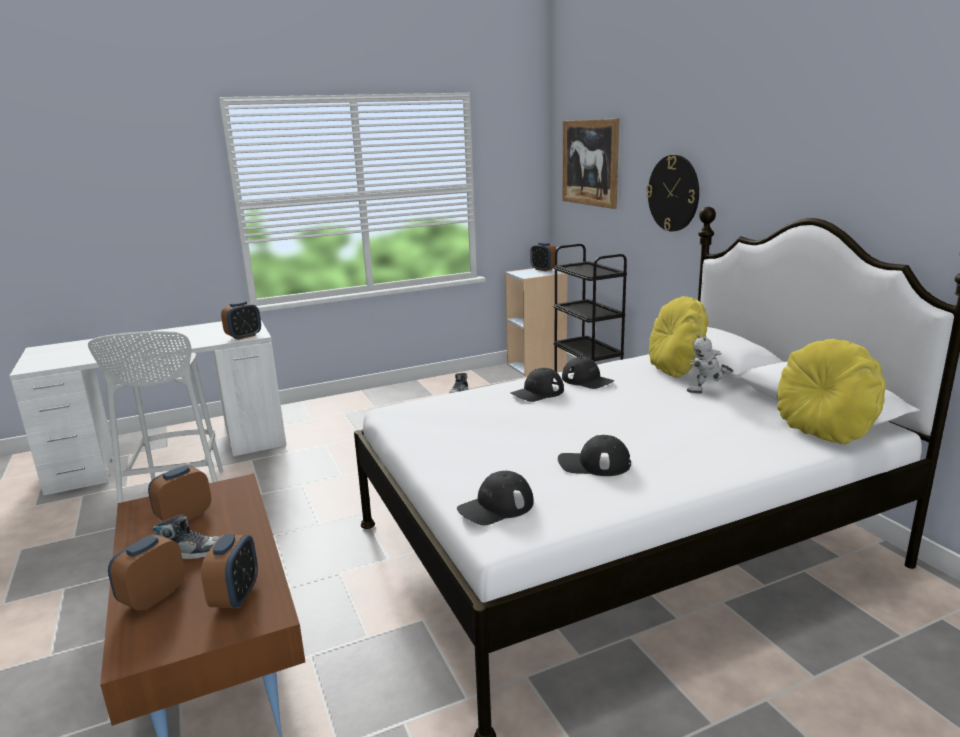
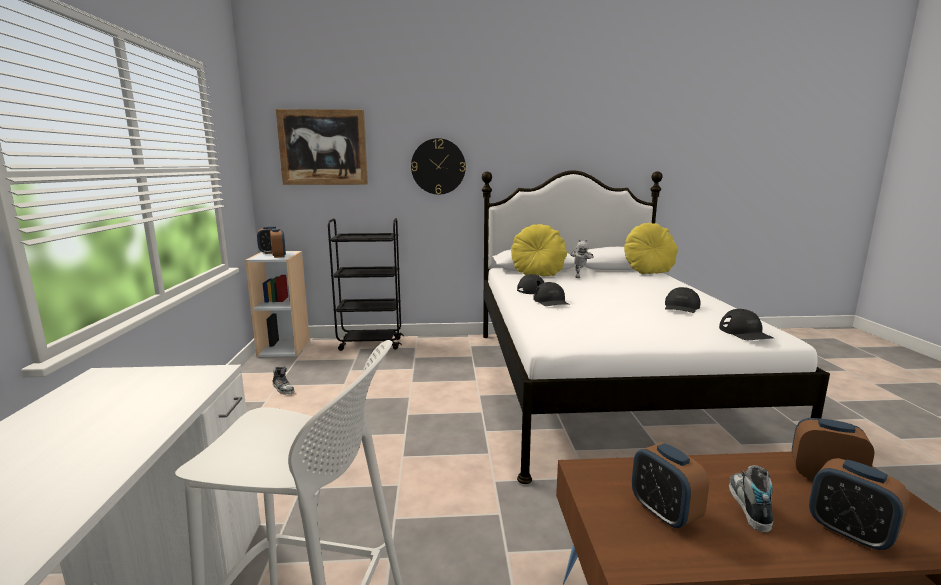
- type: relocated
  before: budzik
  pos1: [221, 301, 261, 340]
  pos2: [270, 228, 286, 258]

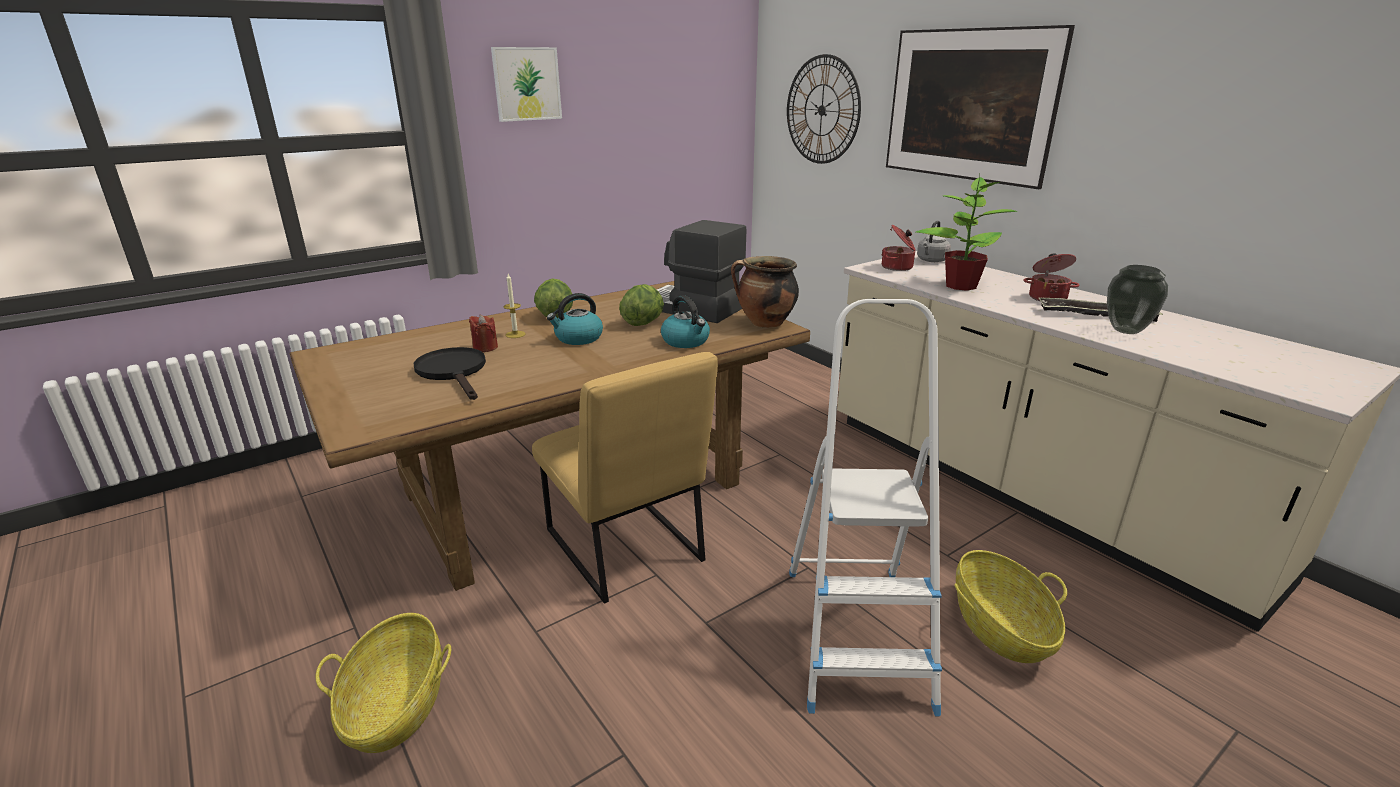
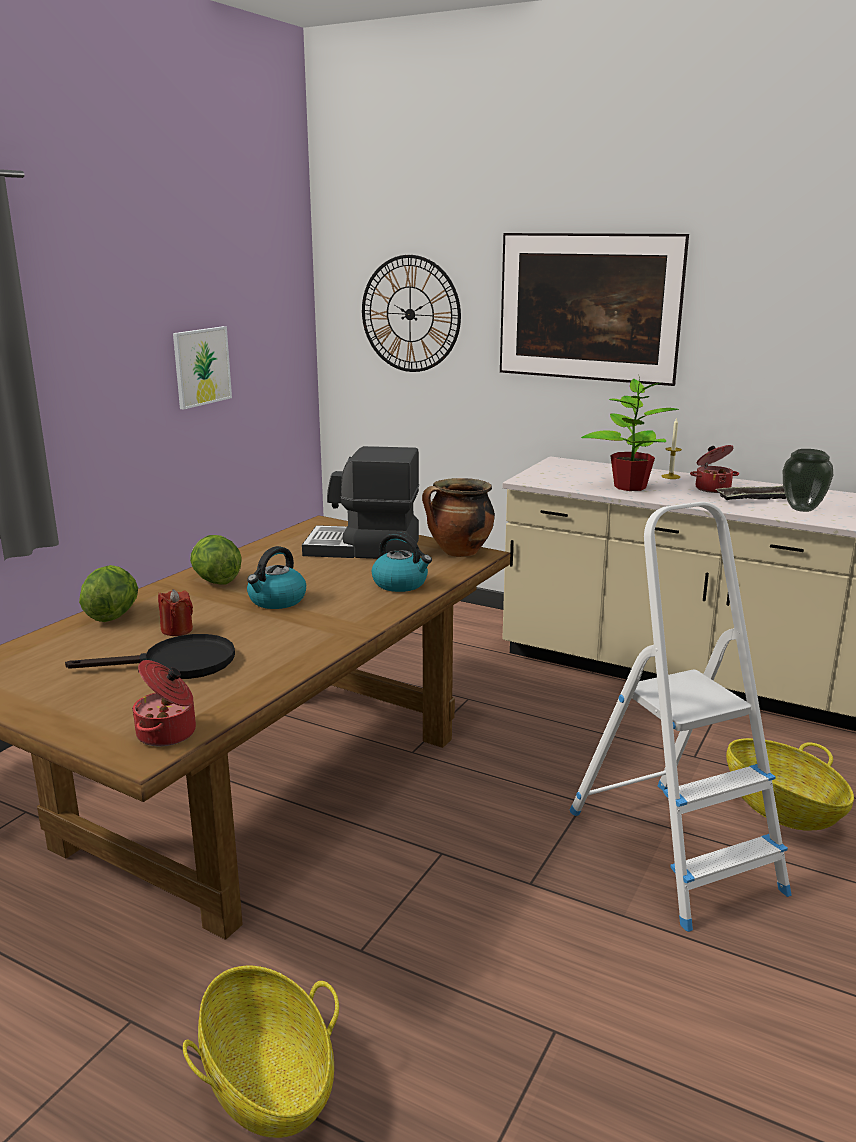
- type: missing
  before: krzesło/żółty
  pos1: [532, 352, 718, 604]
- type: missing
  before: czajnik/szary
  pos1: [917, 221, 951, 262]
- type: relocated
  before: obraz
  pos1: [491, 47, 562, 122]
  pos2: [173, 326, 232, 410]
- type: relocated
  before: świeca
  pos1: [504, 274, 525, 338]
  pos2: [662, 417, 682, 479]
- type: relocated
  before: sałata
  pos1: [619, 284, 664, 326]
  pos2: [79, 565, 138, 622]
- type: relocated
  before: garnek
  pos1: [881, 225, 916, 271]
  pos2: [132, 660, 196, 747]
- type: spun
  before: patelnia/czarny
  pos1: [414, 347, 486, 400]
  pos2: [65, 634, 235, 679]
  turn: 135

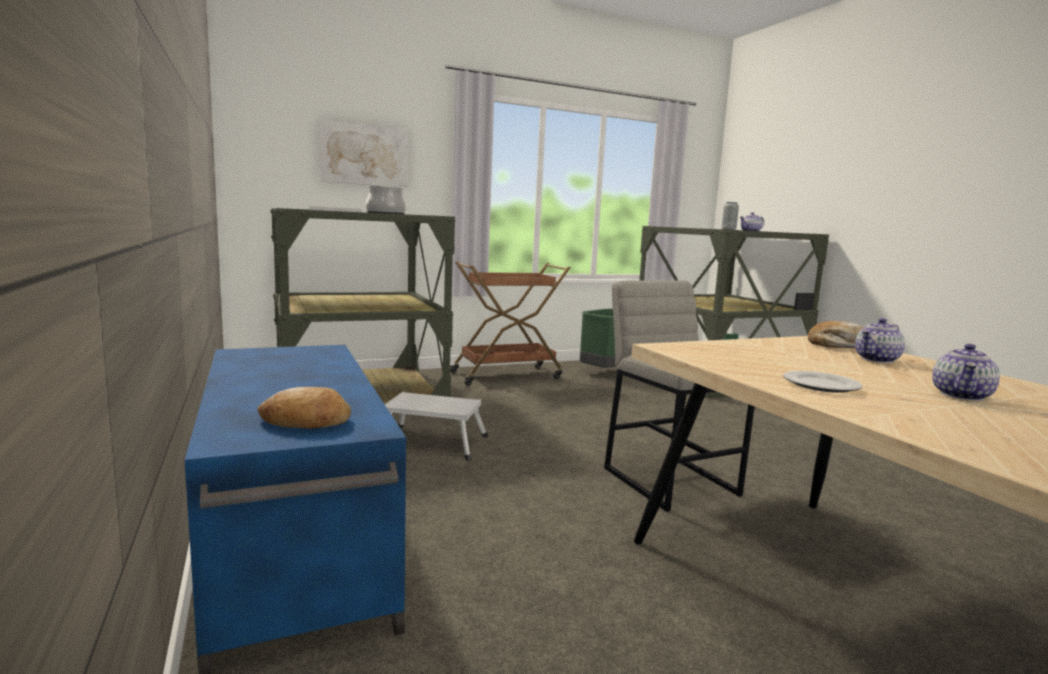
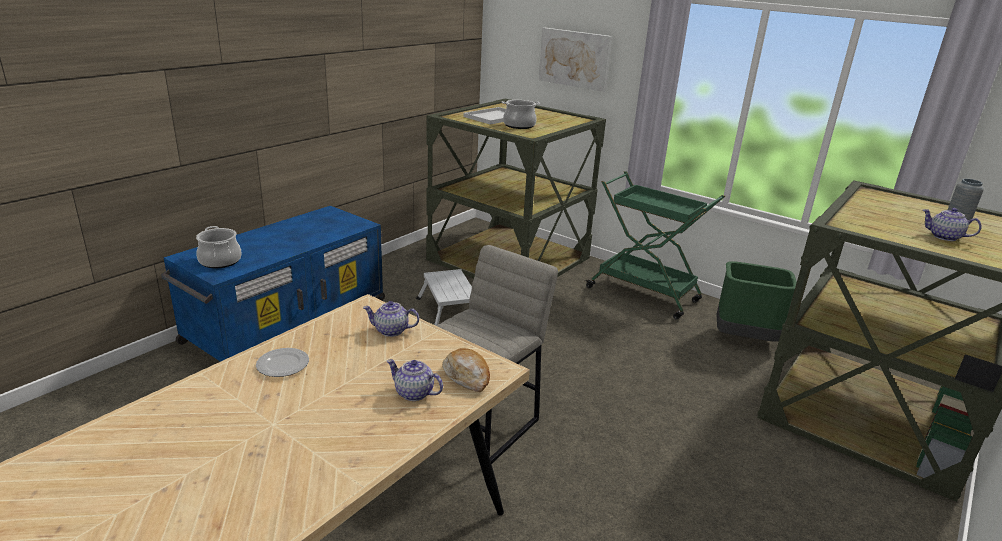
- type: relocated
  before: imbryk
  pos1: [932, 344, 1000, 401]
  pos2: [363, 301, 419, 337]
- type: exchanged
  before: chleb
  after: garnek
  pos1: [258, 387, 351, 429]
  pos2: [196, 226, 242, 268]
- type: colour
  before: wózek/brązowy
  after: wózek/zielony
  pos1: [450, 262, 571, 386]
  pos2: [585, 171, 725, 320]

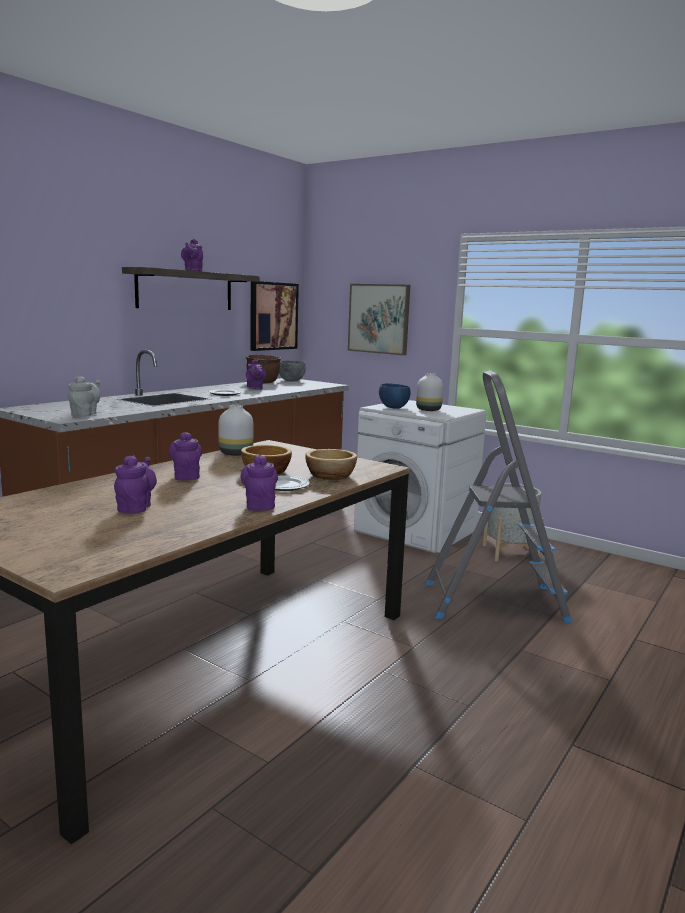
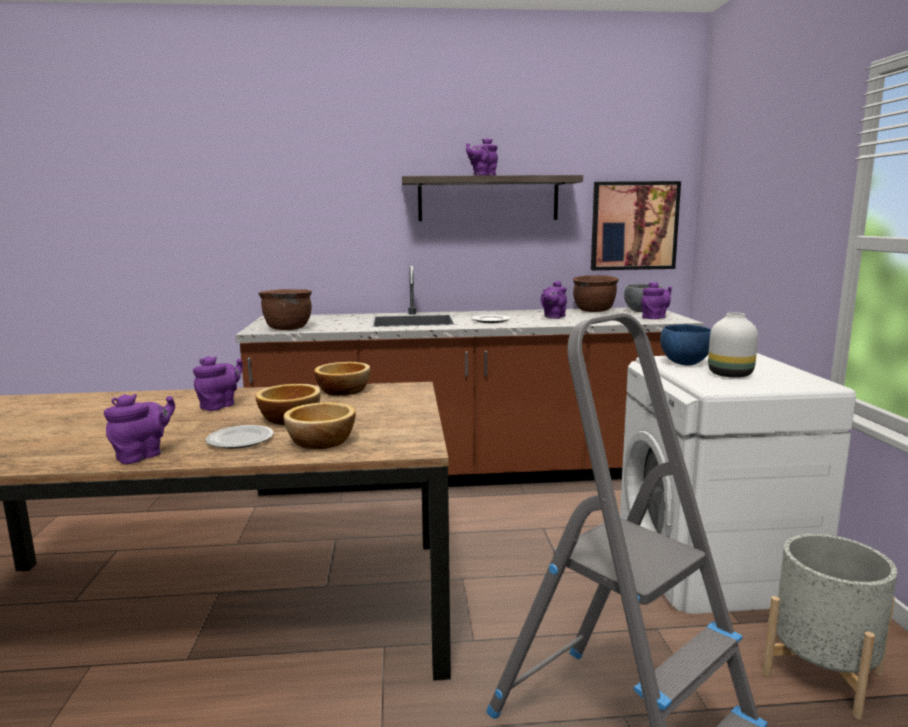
- type: missing
  before: obraz
  pos1: [348, 284, 410, 355]
- type: relocated
  before: imbryk/fioletowy
  pos1: [114, 455, 157, 513]
  pos2: [641, 282, 672, 319]
- type: exchanged
  before: imbryk/szary
  after: garnek/brązowy
  pos1: [68, 376, 100, 416]
  pos2: [258, 289, 312, 330]
- type: exchanged
  before: wazon/biały
  after: miska
  pos1: [218, 405, 253, 456]
  pos2: [314, 362, 370, 396]

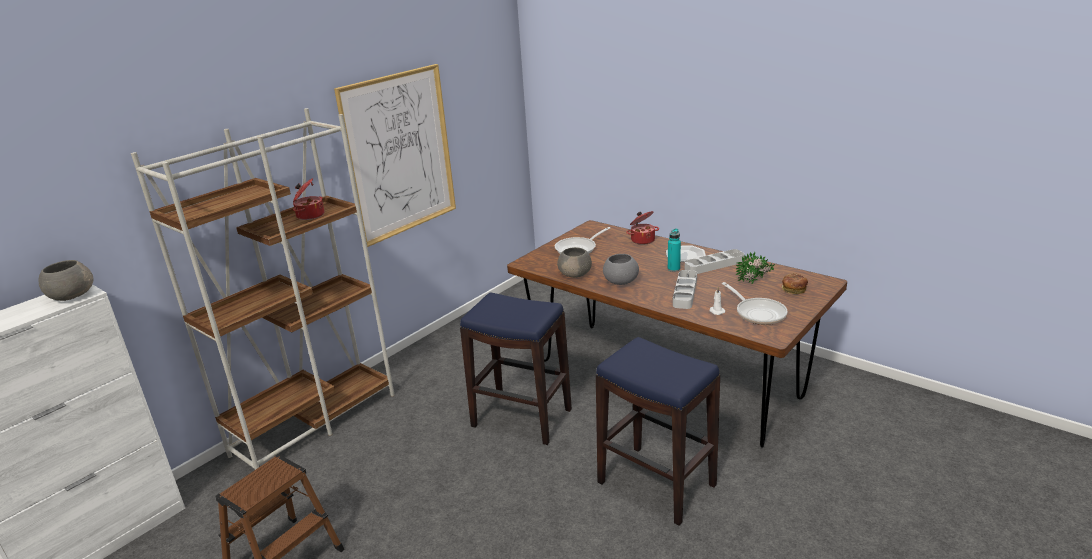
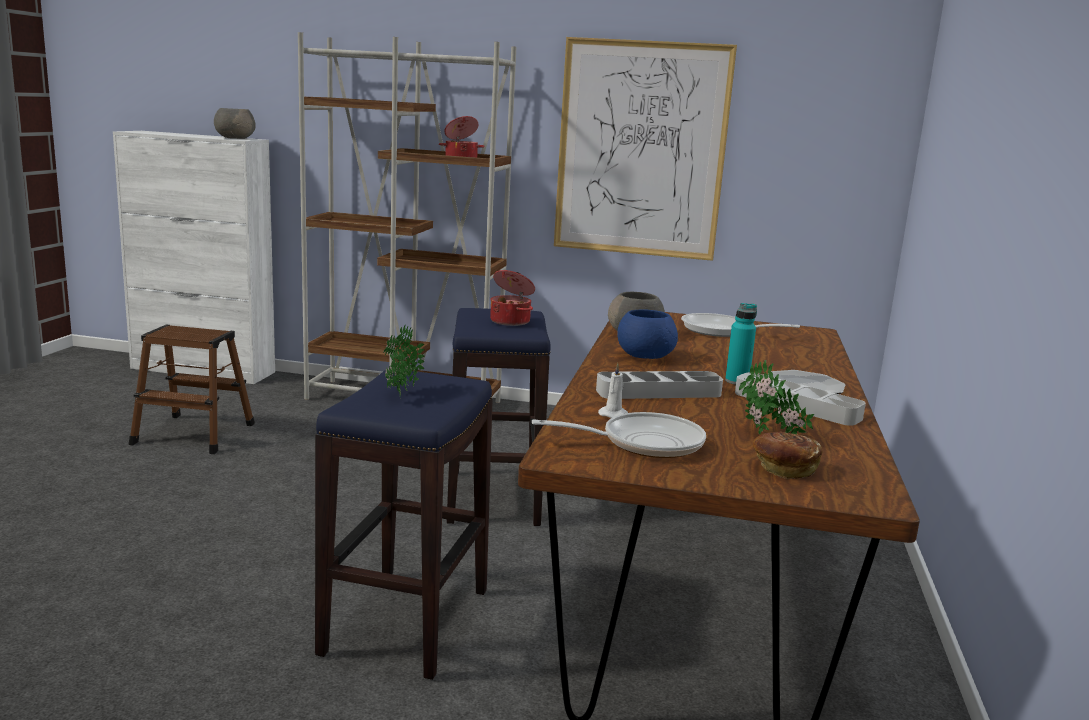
- type: appeared
  after: roślina doniczkowa
  pos2: [383, 325, 425, 399]
- type: relocated
  before: garnek
  pos1: [626, 211, 659, 245]
  pos2: [490, 270, 535, 326]
- type: colour
  before: miska/szary
  after: miska/niebieski
  pos1: [603, 254, 639, 285]
  pos2: [617, 309, 678, 359]
- type: spun
  before: patelnia
  pos1: [722, 282, 788, 325]
  pos2: [532, 412, 706, 458]
  turn: -135

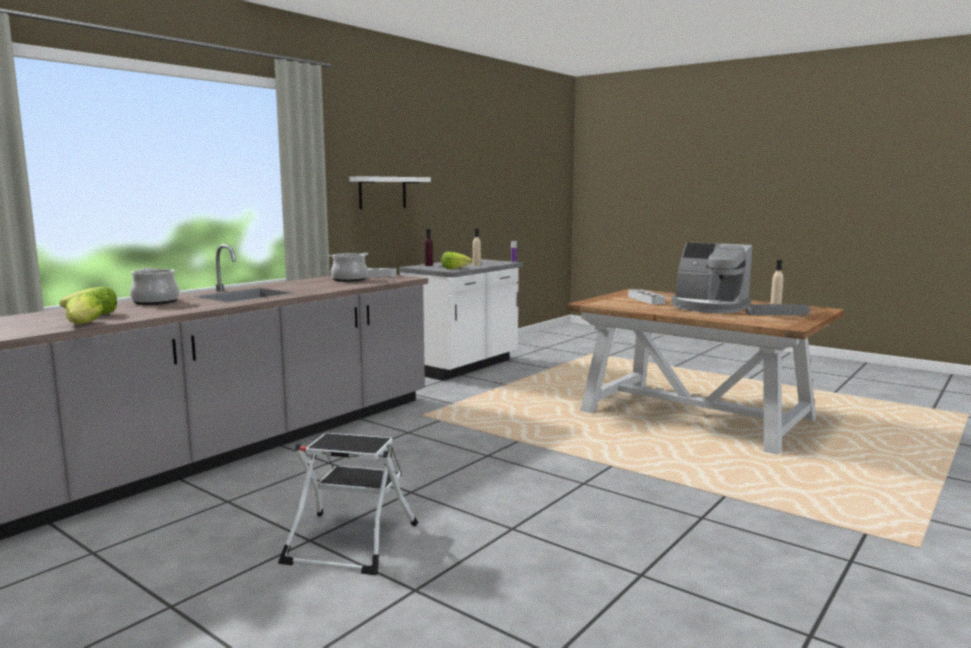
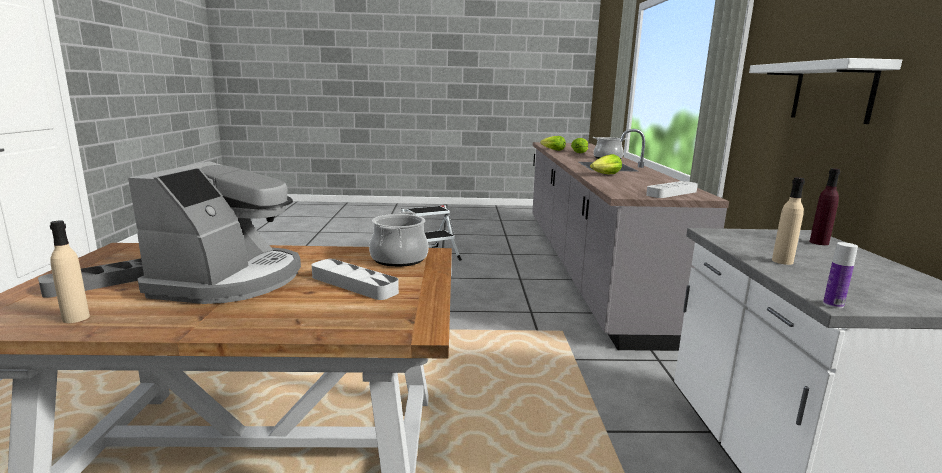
- type: relocated
  before: garnek
  pos1: [329, 253, 368, 282]
  pos2: [369, 211, 429, 267]
- type: relocated
  before: sałata
  pos1: [441, 252, 472, 269]
  pos2: [590, 154, 622, 174]
- type: spun
  before: ekspres do kawy
  pos1: [671, 242, 752, 313]
  pos2: [128, 161, 301, 304]
  turn: 105

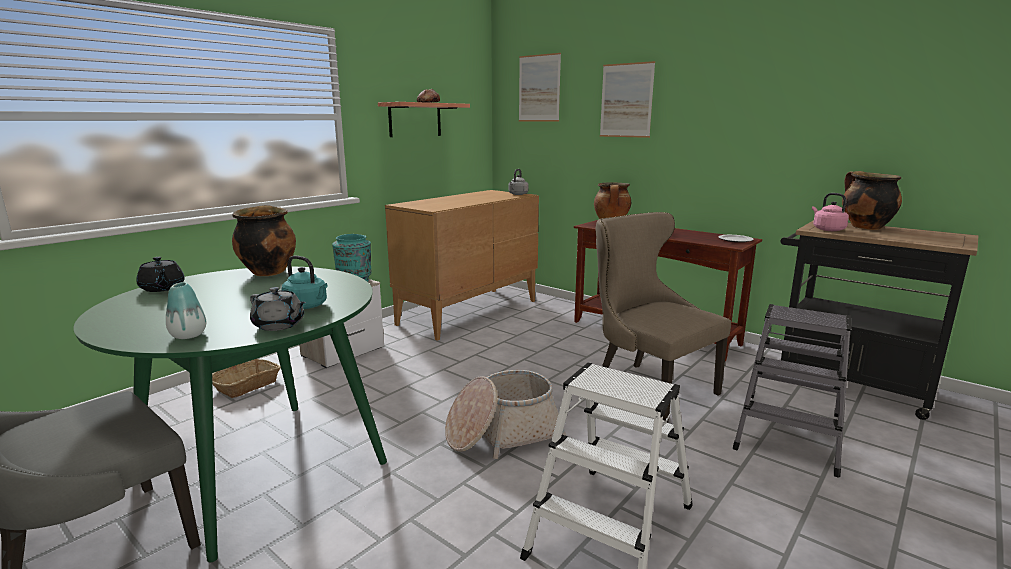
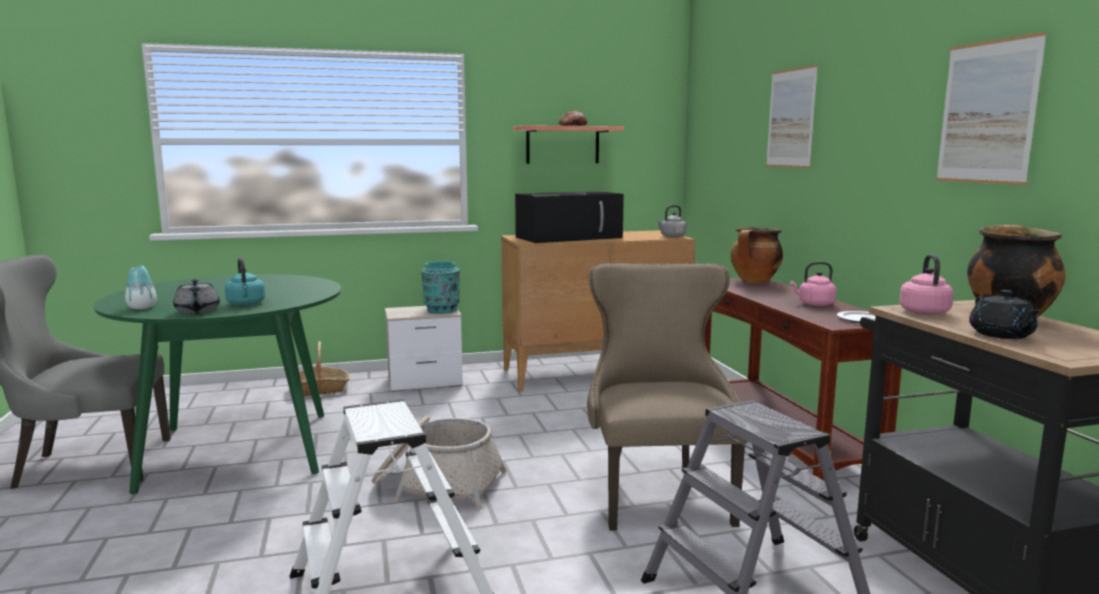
- type: missing
  before: garnek
  pos1: [232, 205, 296, 276]
- type: appeared
  after: mikrofalówka/czarny
  pos2: [515, 191, 624, 243]
- type: appeared
  after: czajnik/różowy
  pos2: [790, 262, 837, 306]
- type: relocated
  before: imbryk/czarny
  pos1: [136, 257, 185, 292]
  pos2: [969, 290, 1041, 339]
- type: relocated
  before: obraz
  pos1: [519, 53, 561, 122]
  pos2: [936, 32, 1047, 185]

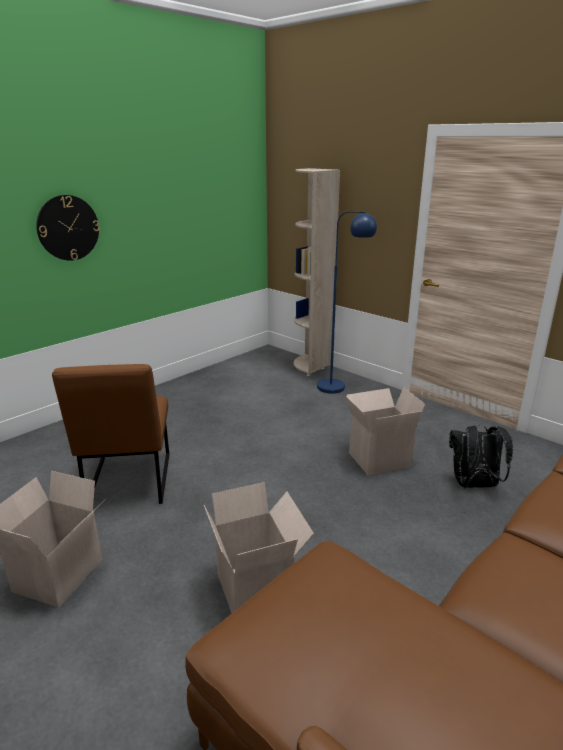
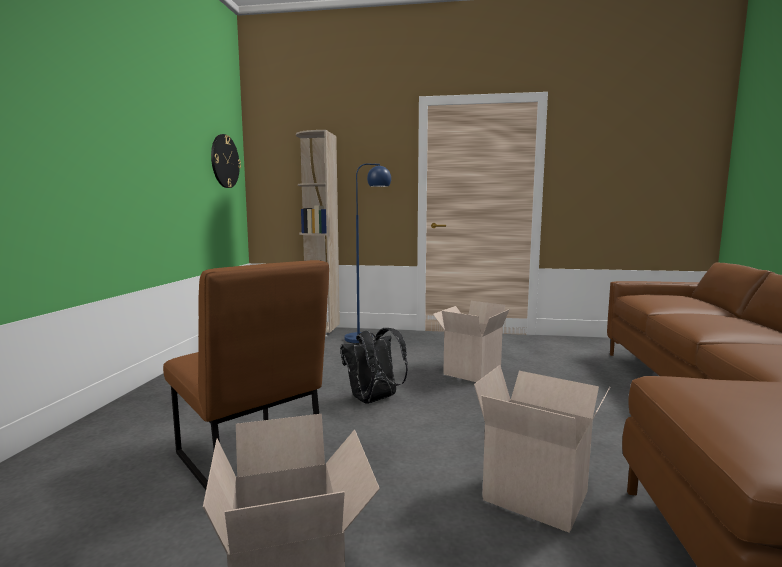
- type: relocated
  before: zegar ścienny
  pos1: [36, 195, 100, 261]
  pos2: [211, 134, 241, 188]
- type: relocated
  before: plecak/czarny
  pos1: [449, 425, 513, 488]
  pos2: [340, 328, 408, 403]

